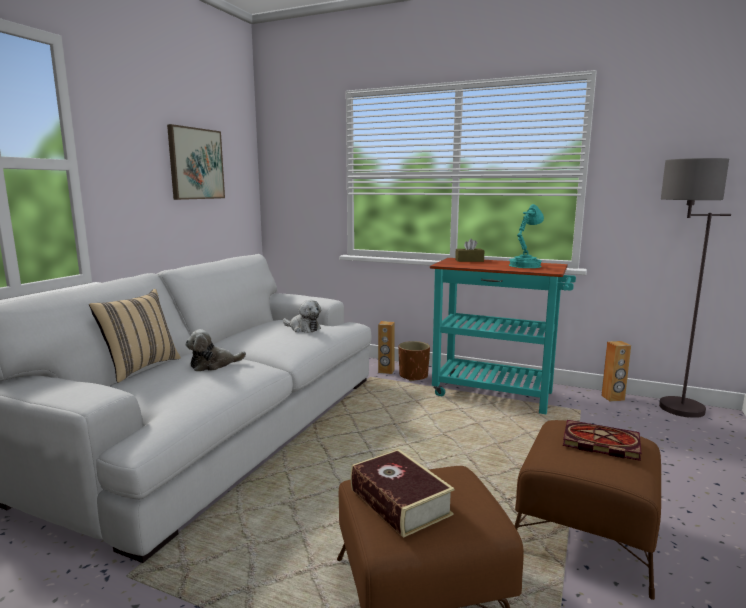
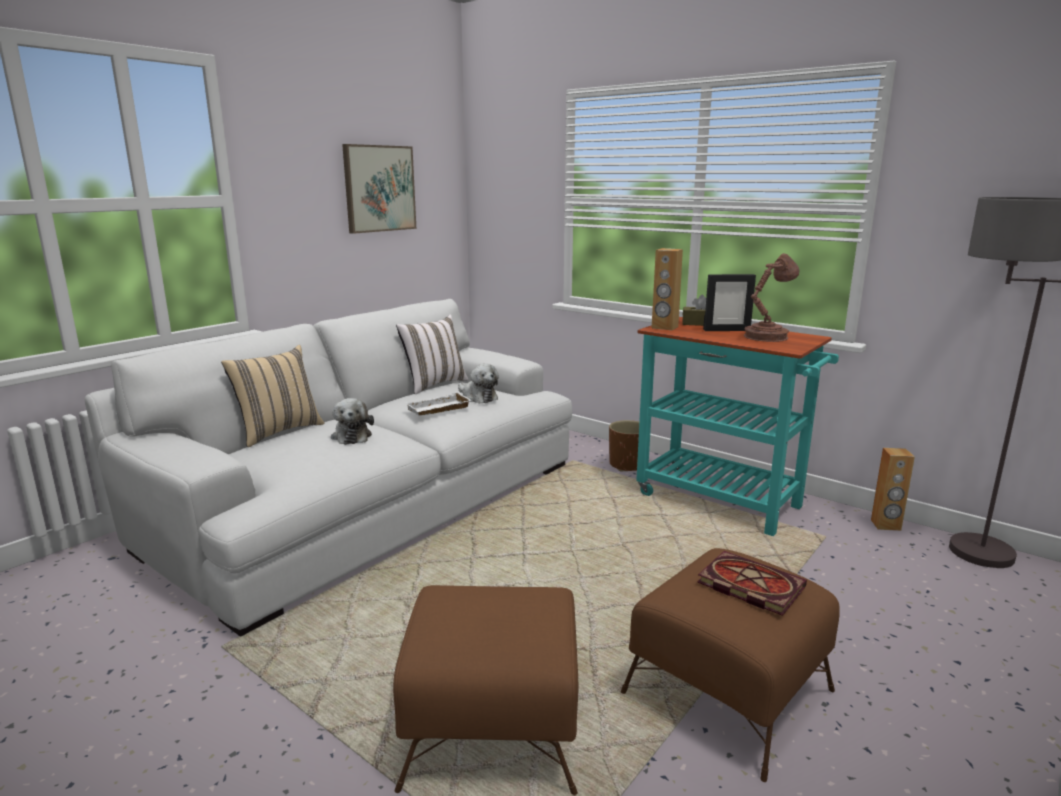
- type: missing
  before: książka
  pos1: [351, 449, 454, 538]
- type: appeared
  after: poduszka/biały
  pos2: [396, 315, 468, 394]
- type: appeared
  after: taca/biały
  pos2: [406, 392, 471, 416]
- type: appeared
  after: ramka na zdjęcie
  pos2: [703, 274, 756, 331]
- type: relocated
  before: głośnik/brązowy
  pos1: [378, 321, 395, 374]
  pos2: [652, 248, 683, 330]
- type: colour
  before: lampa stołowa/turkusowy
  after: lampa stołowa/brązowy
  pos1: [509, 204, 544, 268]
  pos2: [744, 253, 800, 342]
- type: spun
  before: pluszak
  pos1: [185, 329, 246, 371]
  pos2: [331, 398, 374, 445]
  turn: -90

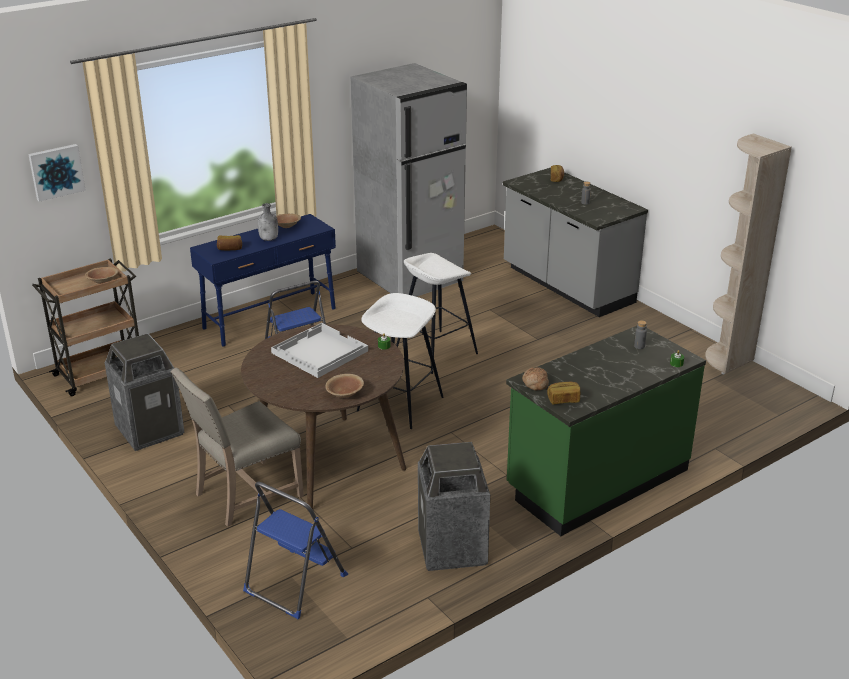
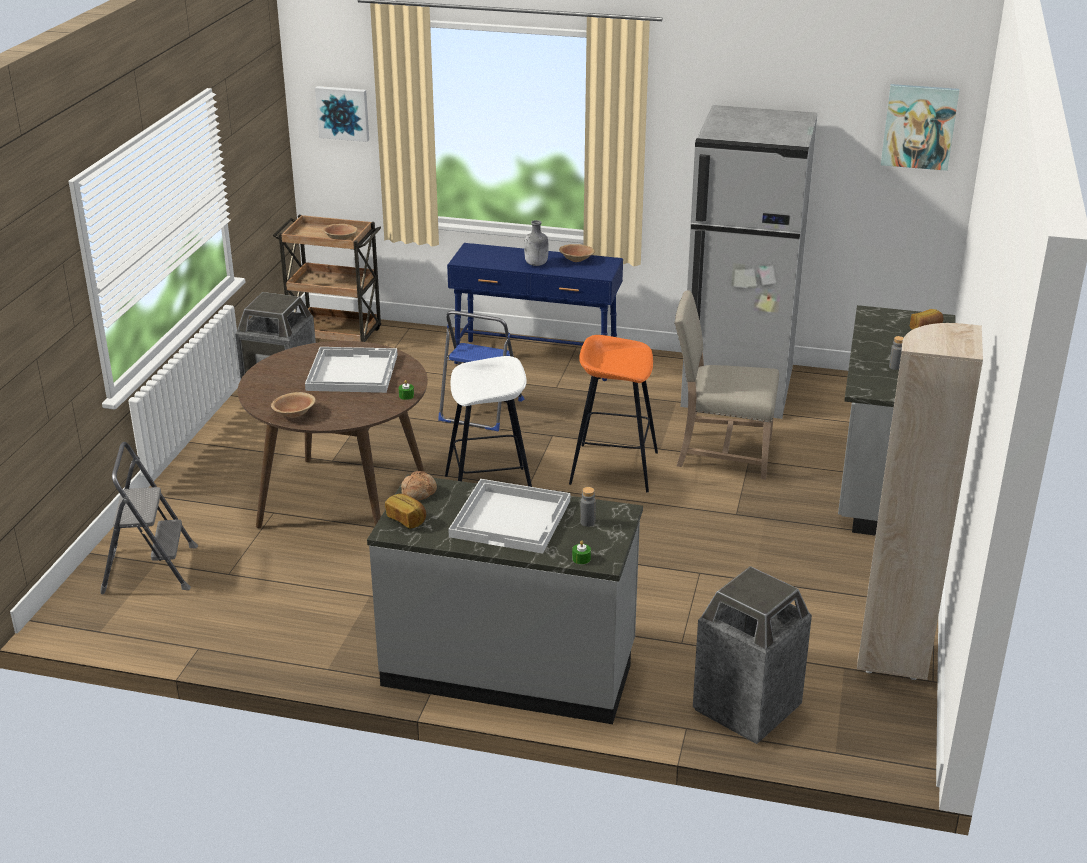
- type: missing
  before: chleb
  pos1: [217, 235, 242, 250]
- type: appeared
  after: taca/biały
  pos2: [448, 479, 570, 554]
- type: appeared
  after: obraz
  pos2: [881, 84, 959, 171]
- type: relocated
  before: krzesło/beżowy
  pos1: [171, 368, 304, 527]
  pos2: [674, 290, 779, 480]
- type: relocated
  before: kosz na śmieci
  pos1: [418, 442, 490, 571]
  pos2: [693, 566, 812, 744]
- type: colour
  before: drabinka/niebieski
  after: drabinka/szary
  pos1: [243, 482, 348, 619]
  pos2: [100, 442, 198, 594]
- type: colour
  before: stołek/biały
  after: stołek/pomarańczowy
  pos1: [396, 253, 478, 374]
  pos2: [569, 335, 658, 493]
- type: colour
  before: zabudowa kuchenna/zielony
  after: zabudowa kuchenna/szary
  pos1: [506, 326, 706, 536]
  pos2: [367, 474, 643, 724]

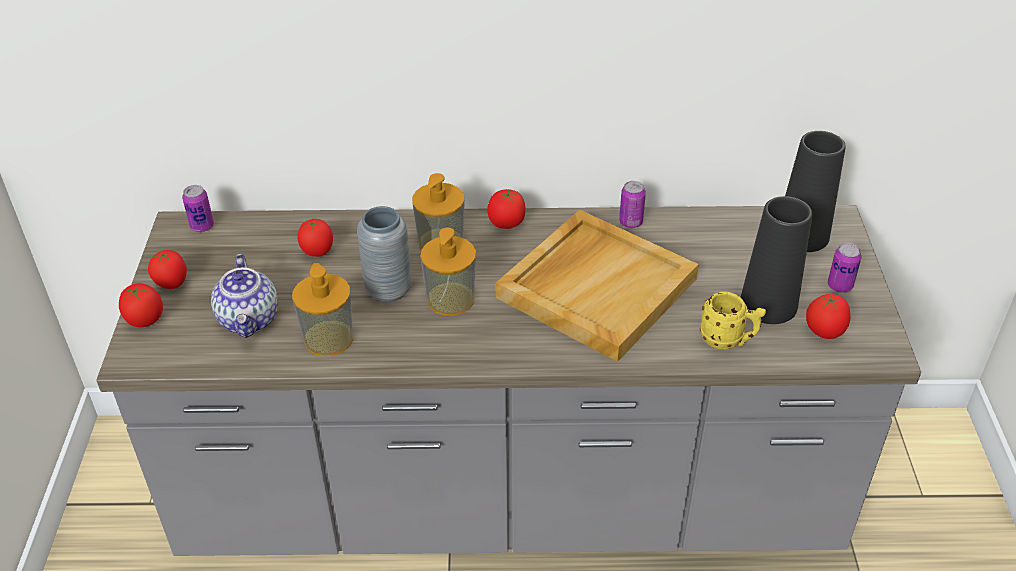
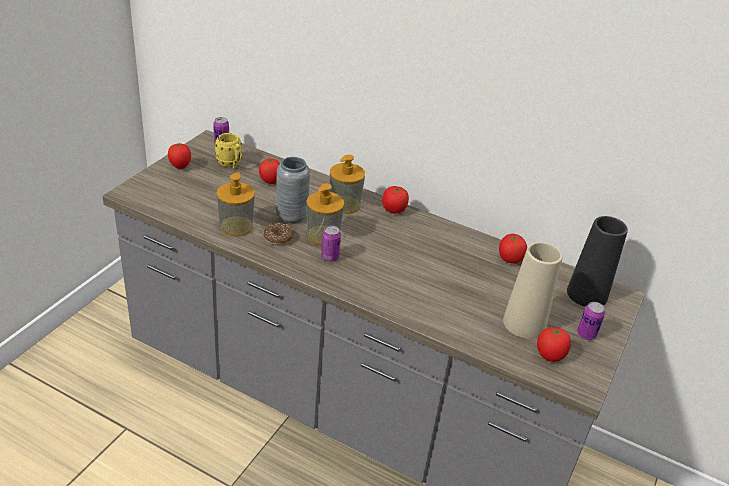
- type: missing
  before: imbryk
  pos1: [211, 254, 278, 338]
- type: missing
  before: taca/beżowy
  pos1: [495, 210, 699, 362]
- type: appeared
  after: donut
  pos2: [263, 223, 294, 245]
- type: relocated
  before: pomidor
  pos1: [119, 283, 163, 327]
  pos2: [499, 234, 527, 264]
- type: relocated
  before: puszka
  pos1: [619, 181, 646, 228]
  pos2: [321, 226, 341, 262]
- type: relocated
  before: kubek/żółty
  pos1: [700, 292, 766, 350]
  pos2: [215, 133, 242, 169]
- type: colour
  before: wazon/czarny
  after: wazon/beżowy
  pos1: [740, 196, 812, 324]
  pos2: [503, 242, 563, 339]

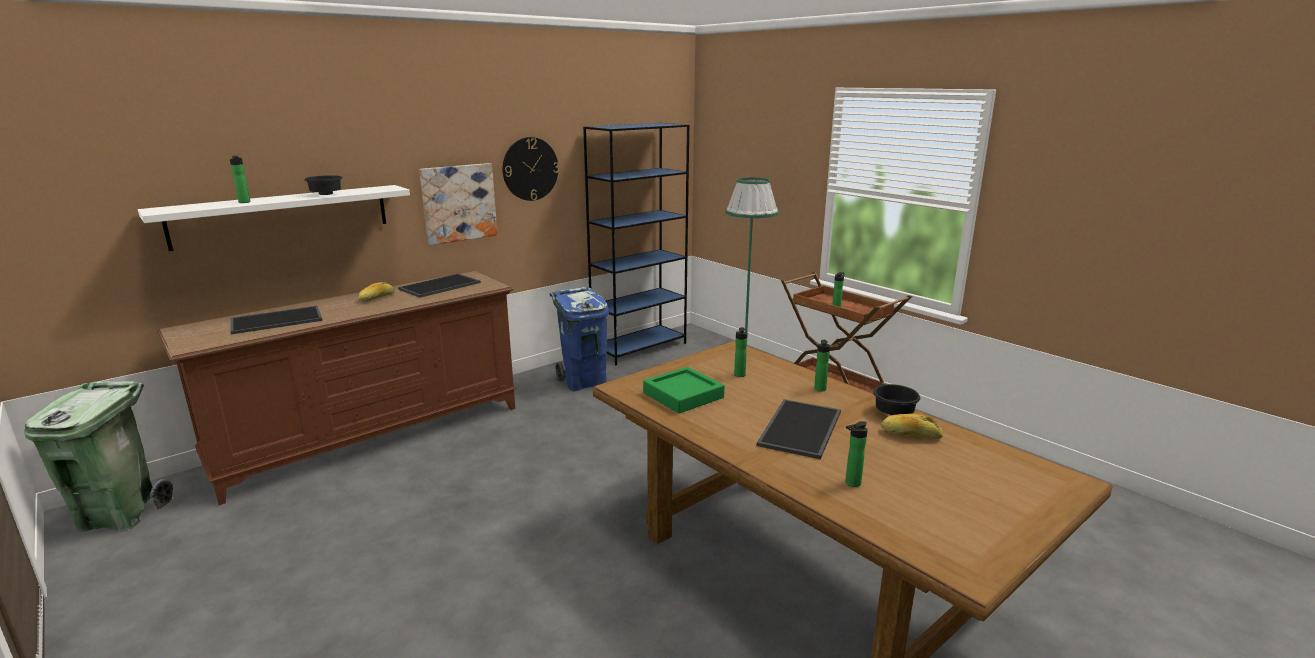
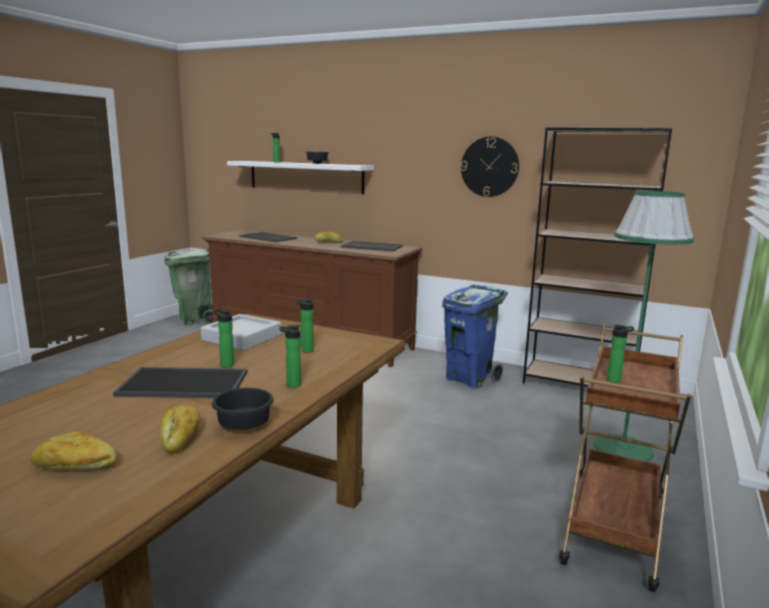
- type: missing
  before: obraz
  pos1: [419, 163, 497, 245]
- type: appeared
  after: chleb
  pos2: [30, 431, 117, 469]
- type: relocated
  before: butelka
  pos1: [845, 421, 868, 487]
  pos2: [214, 308, 234, 368]
- type: colour
  before: regał/niebieski
  after: regał/beżowy
  pos1: [583, 123, 689, 365]
  pos2: [523, 128, 672, 387]
- type: colour
  before: taca/zielony
  after: taca/szary
  pos1: [643, 367, 725, 413]
  pos2: [201, 314, 282, 350]

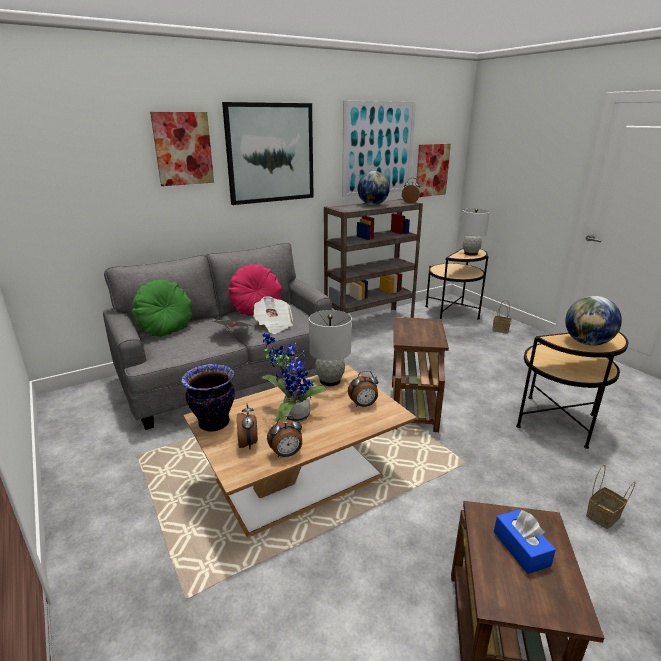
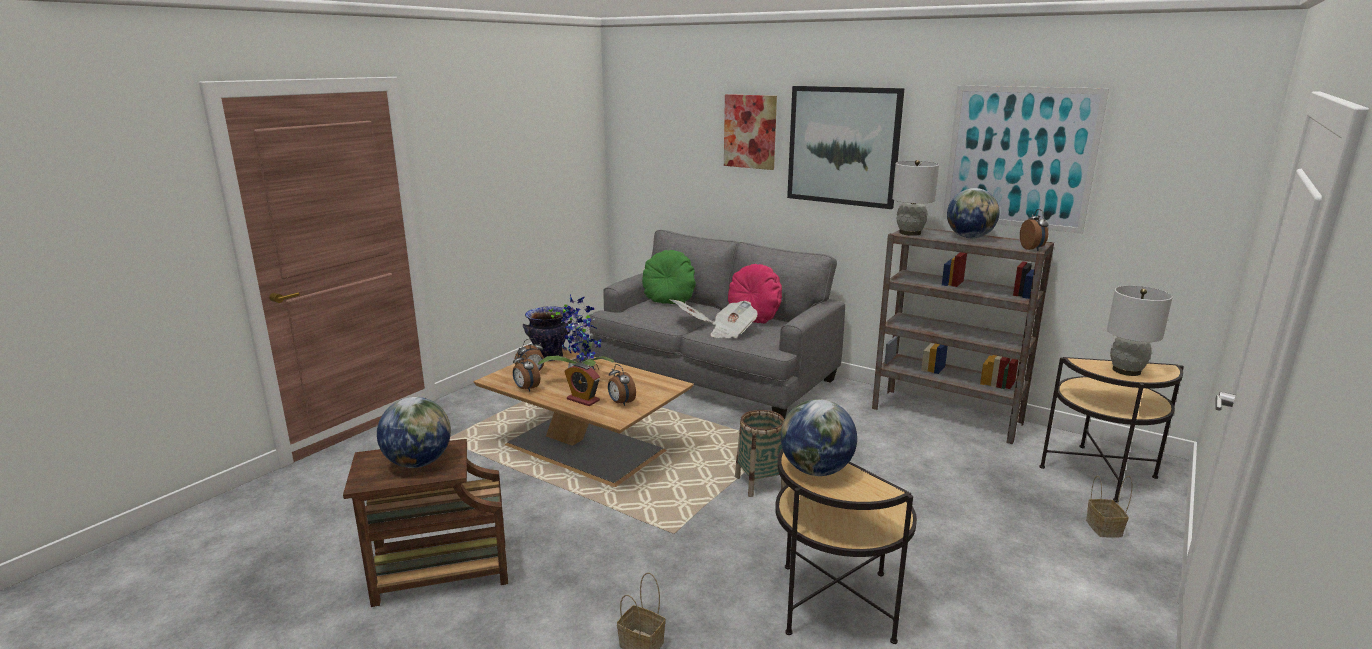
- type: missing
  before: obraz
  pos1: [416, 144, 451, 197]
- type: appeared
  after: budzik
  pos2: [565, 363, 600, 406]
- type: relocated
  before: lampa stołowa/biały
  pos1: [309, 310, 352, 386]
  pos2: [892, 160, 939, 236]
- type: exchanged
  before: stolik/brązowy
  after: koszyk
  pos1: [392, 317, 449, 432]
  pos2: [735, 410, 787, 497]
- type: exchanged
  before: pudełko chusteczek/niebieski
  after: globus
  pos1: [494, 510, 556, 574]
  pos2: [377, 397, 451, 468]

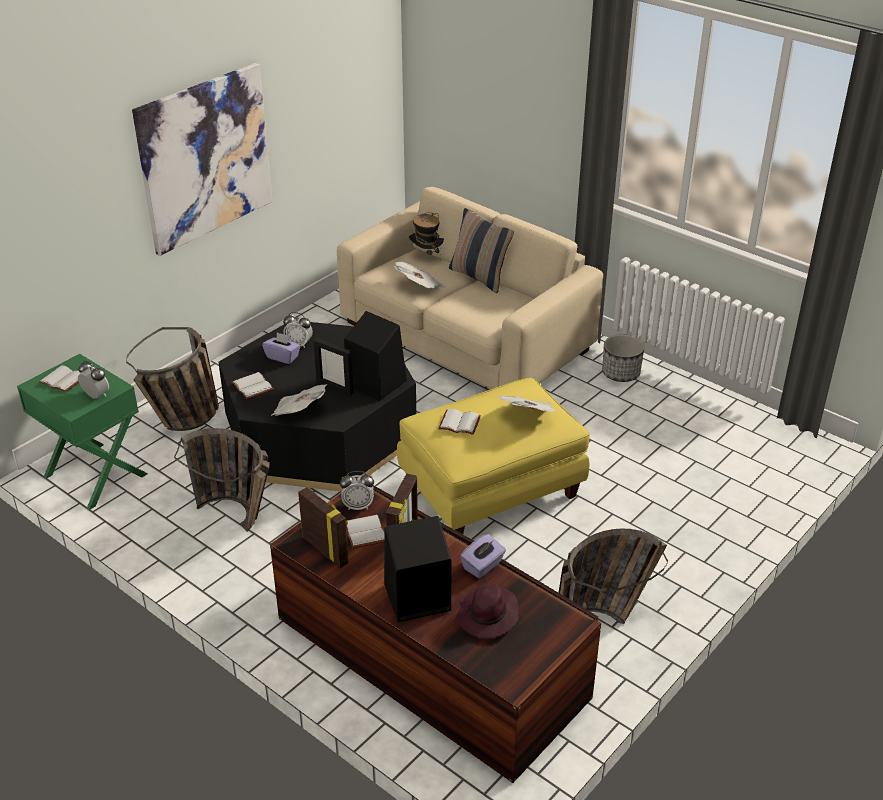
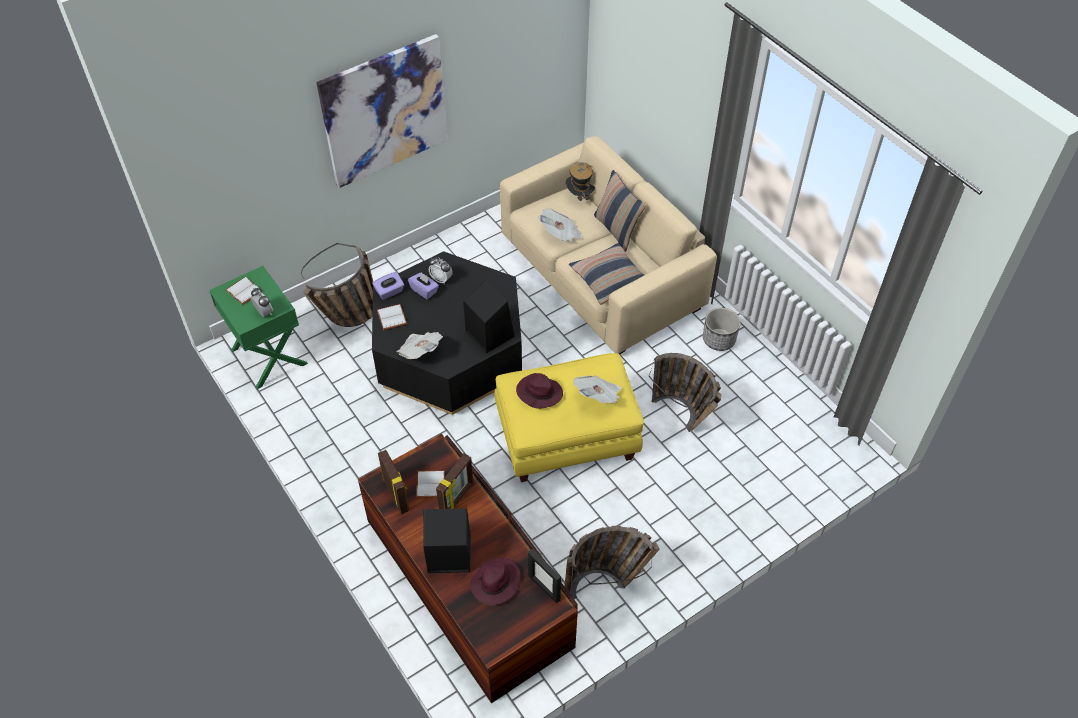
- type: missing
  before: budzik
  pos1: [340, 471, 374, 510]
- type: appeared
  after: poduszka
  pos2: [569, 243, 644, 304]
- type: relocated
  before: koszyk
  pos1: [174, 428, 270, 532]
  pos2: [649, 353, 722, 432]
- type: relocated
  before: ramka na zdjęcie
  pos1: [313, 338, 354, 396]
  pos2: [528, 549, 561, 604]
- type: relocated
  before: pudełko chusteczek/fioletowy
  pos1: [460, 534, 506, 579]
  pos2: [372, 272, 404, 300]
- type: exchanged
  before: książka/biały
  after: kapelusz/fioletowy
  pos1: [438, 409, 481, 435]
  pos2: [516, 373, 563, 409]

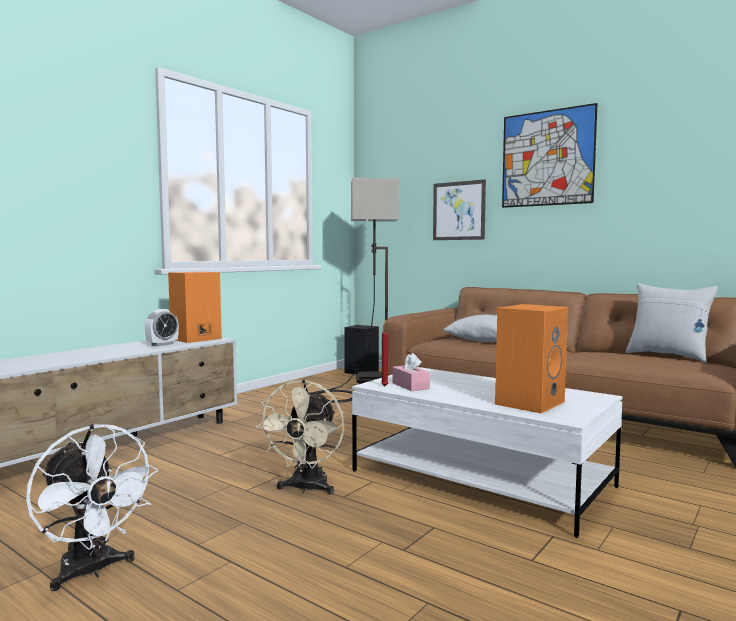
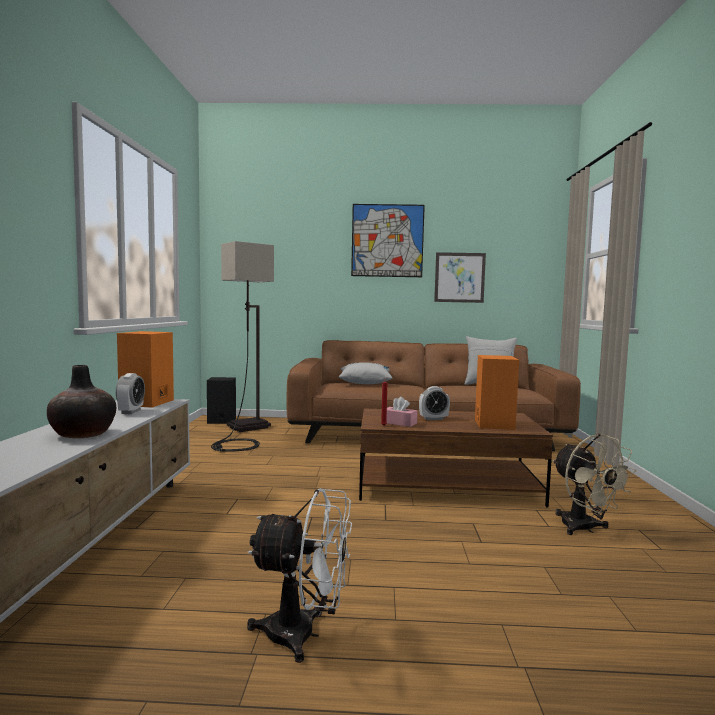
- type: appeared
  after: wazon
  pos2: [47, 365, 116, 438]
- type: appeared
  after: budzik
  pos2: [419, 386, 450, 420]
- type: relocated
  before: wentylator/beżowy
  pos1: [256, 380, 345, 495]
  pos2: [553, 434, 637, 535]
- type: relocated
  before: obraz
  pos1: [433, 179, 486, 240]
  pos2: [434, 252, 486, 303]
- type: colour
  before: ława/biały
  after: ława/brązowy
  pos1: [352, 367, 623, 538]
  pos2: [359, 409, 553, 508]

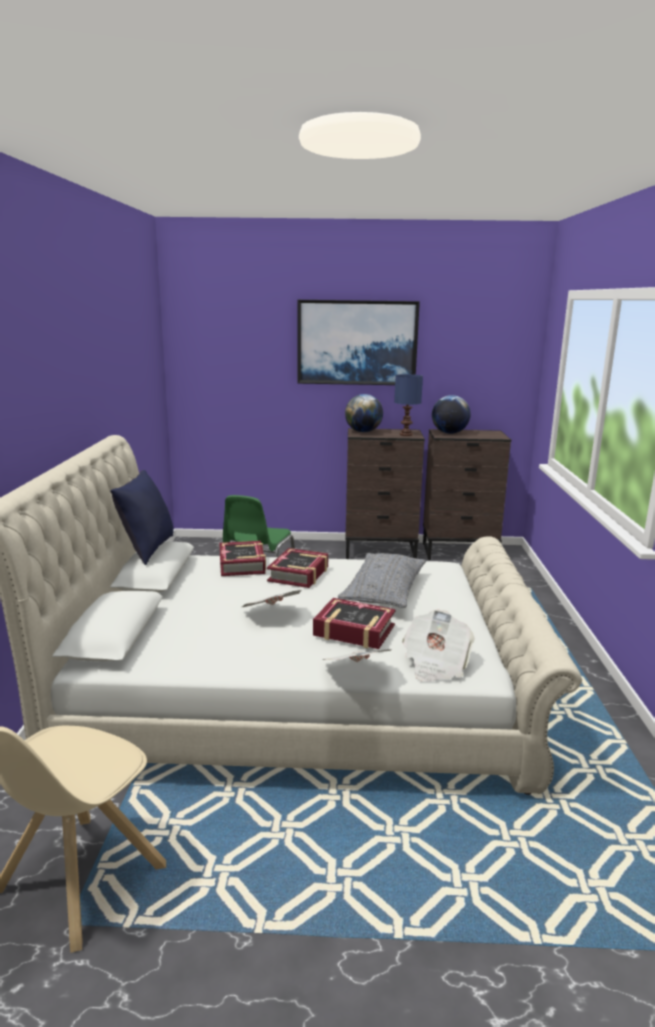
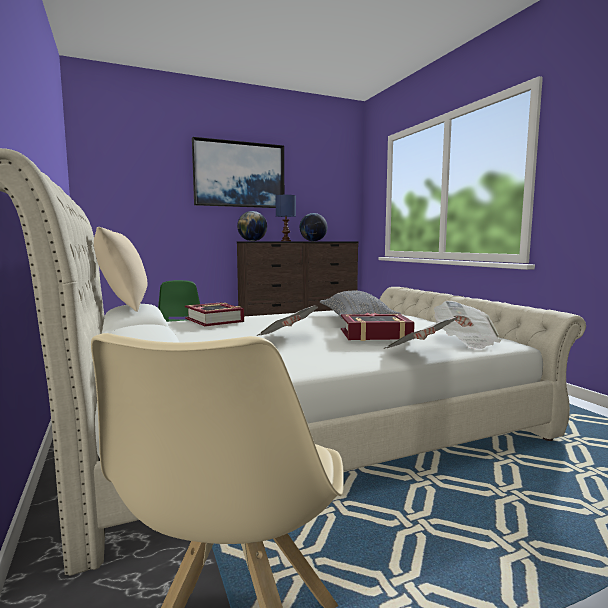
- type: missing
  before: książka
  pos1: [267, 548, 328, 588]
- type: colour
  before: poduszka/niebieski
  after: poduszka/beżowy
  pos1: [110, 470, 174, 565]
  pos2: [94, 227, 148, 312]

